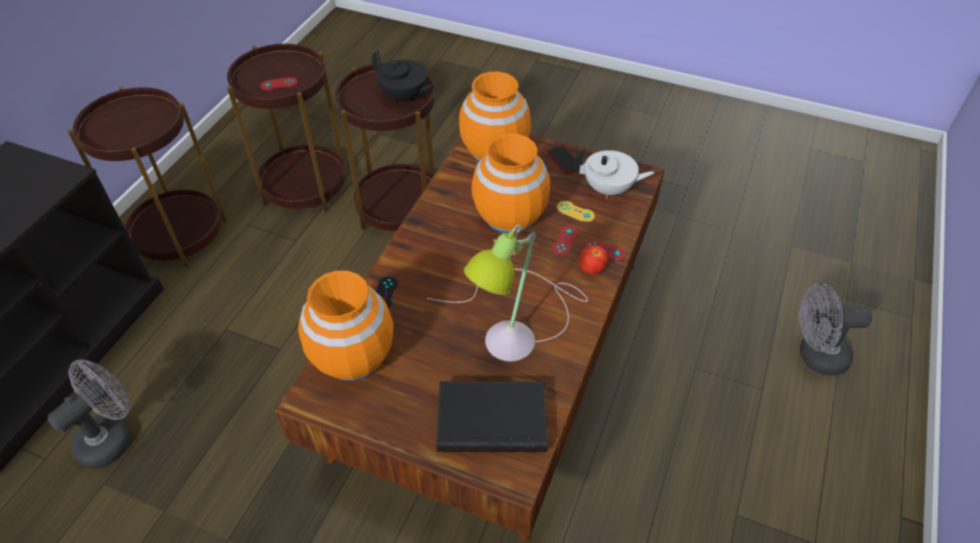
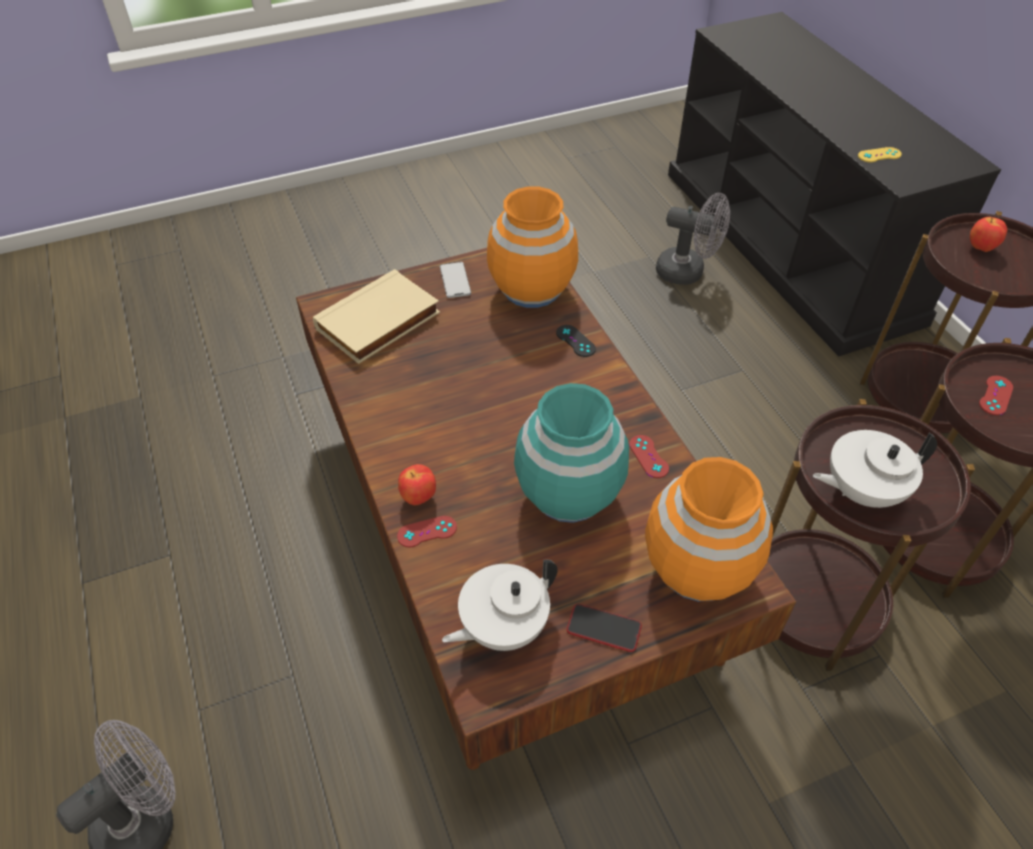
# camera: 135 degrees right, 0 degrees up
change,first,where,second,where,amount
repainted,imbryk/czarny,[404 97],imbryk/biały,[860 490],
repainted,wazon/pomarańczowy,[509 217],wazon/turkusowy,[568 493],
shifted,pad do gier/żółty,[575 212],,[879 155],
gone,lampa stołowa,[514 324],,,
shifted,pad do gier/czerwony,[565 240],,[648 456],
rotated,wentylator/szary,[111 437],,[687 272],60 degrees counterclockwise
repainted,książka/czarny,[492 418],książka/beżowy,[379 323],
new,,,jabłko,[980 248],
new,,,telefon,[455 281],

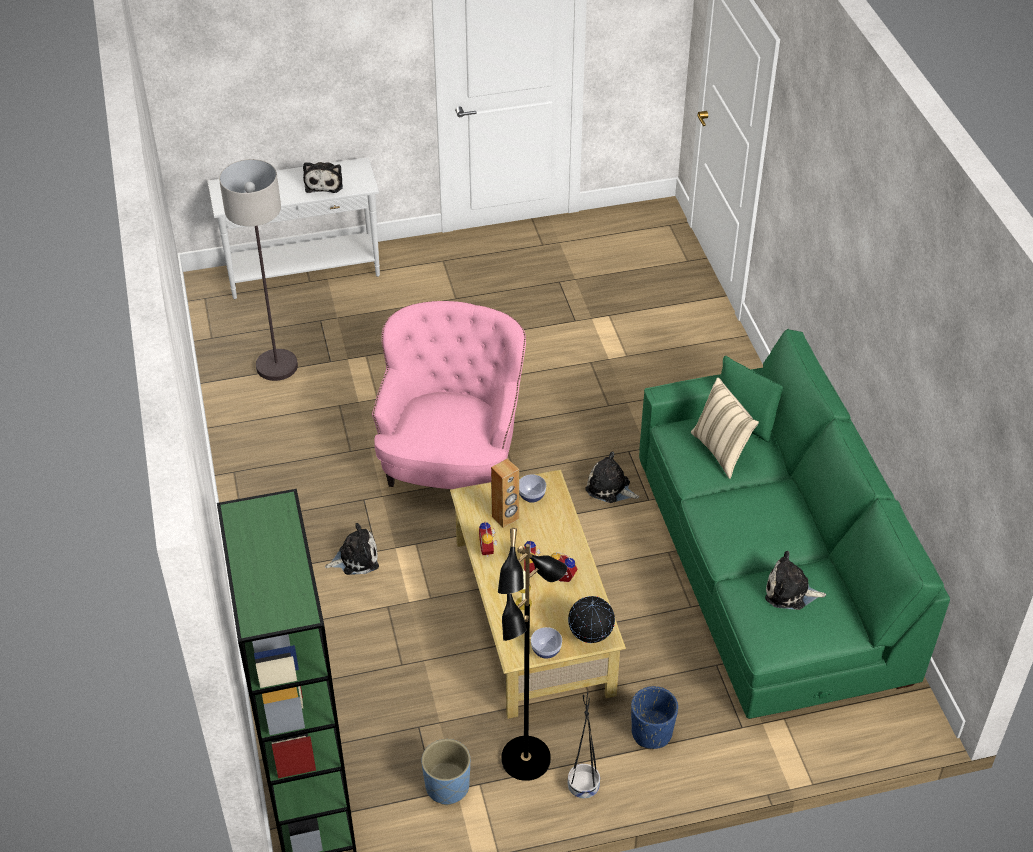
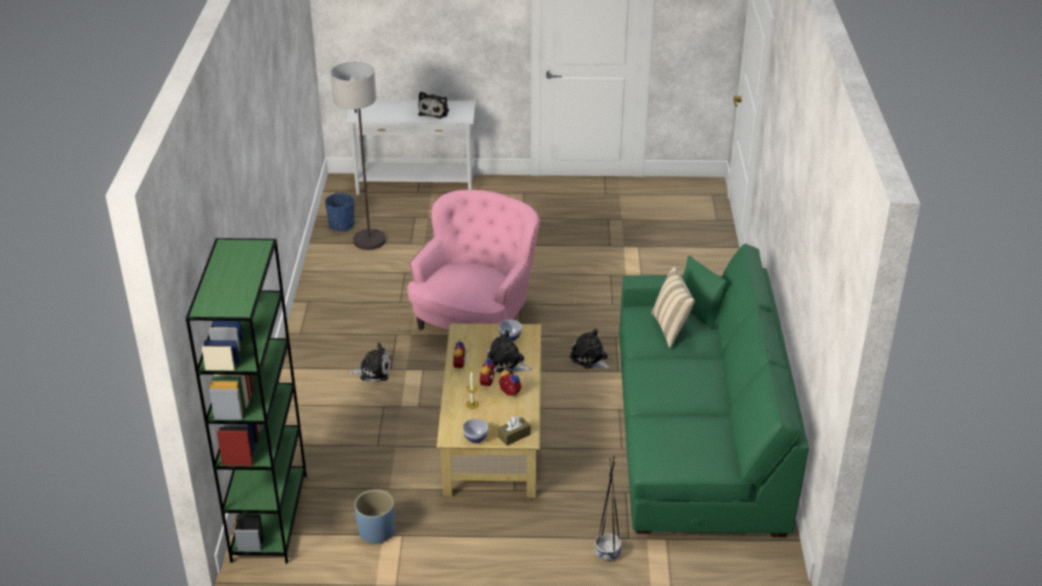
# camera: 15 degrees right, 10 degrees down
change,first,where,second,where,amount
gone,głośnik/brązowy,[505 518],,,
gone,lampa stojąca/czarny,[527 760],,,
shifted,pluszak,[790 592],,[507 363],
swapped,globus,[590 637],pudełko chusteczek/brązowy,[514 436],
shifted,donica/niebieski,[651 733],,[341 225],
shifted,donica/czarny,[583 785],,[607 552],

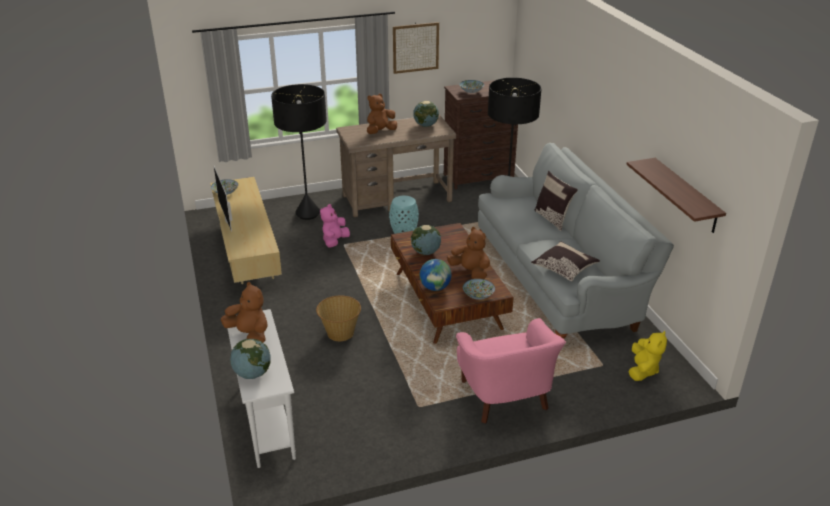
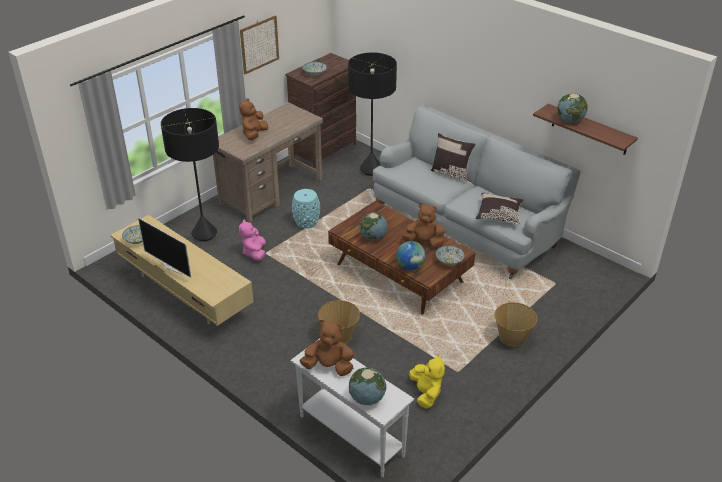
# camera: 30 degrees left, 5 degrees up
change,first,where,second,where,amount
shifted,globus,[426 125],,[570 120],
swapped,fotel/różowy,[505 398],koszyk,[512 338],
shifted,pluszak/żółty,[643 370],,[426 393],

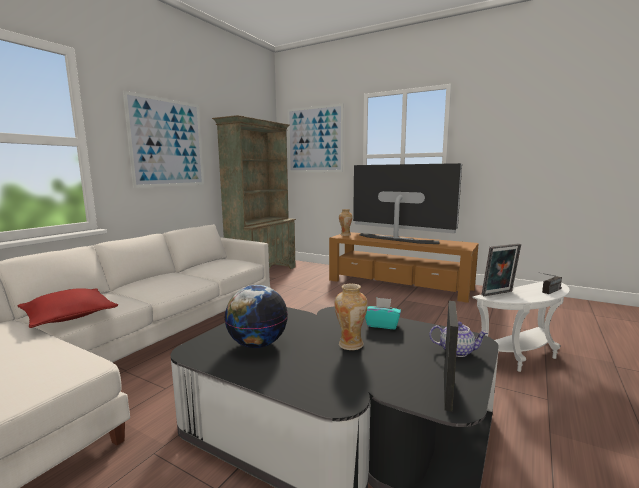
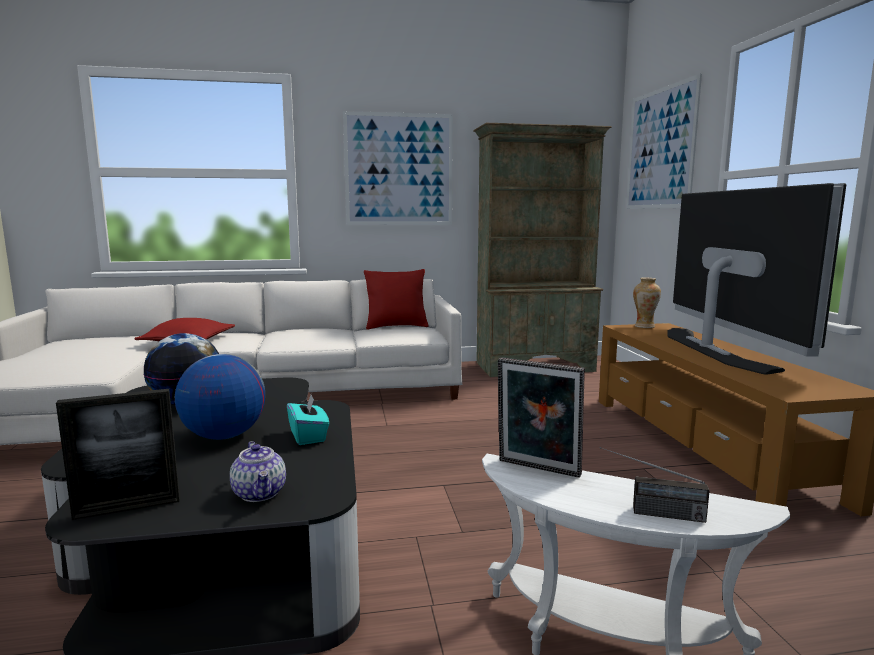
# camera: 50 degrees right, 0 degrees up
change,first,where,second,where,amount
swapped,wazon,[350 345],globus,[223 436],
new,,,poduszka/czerwony,[396 326],

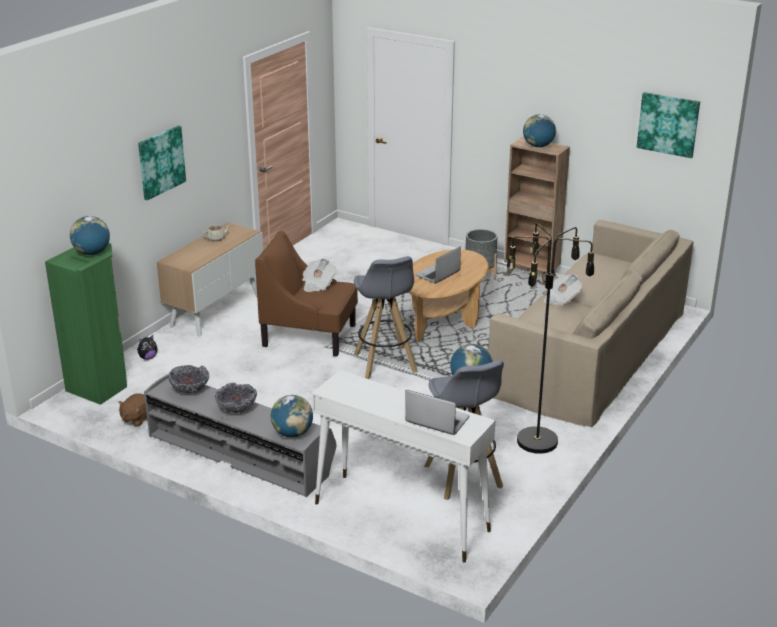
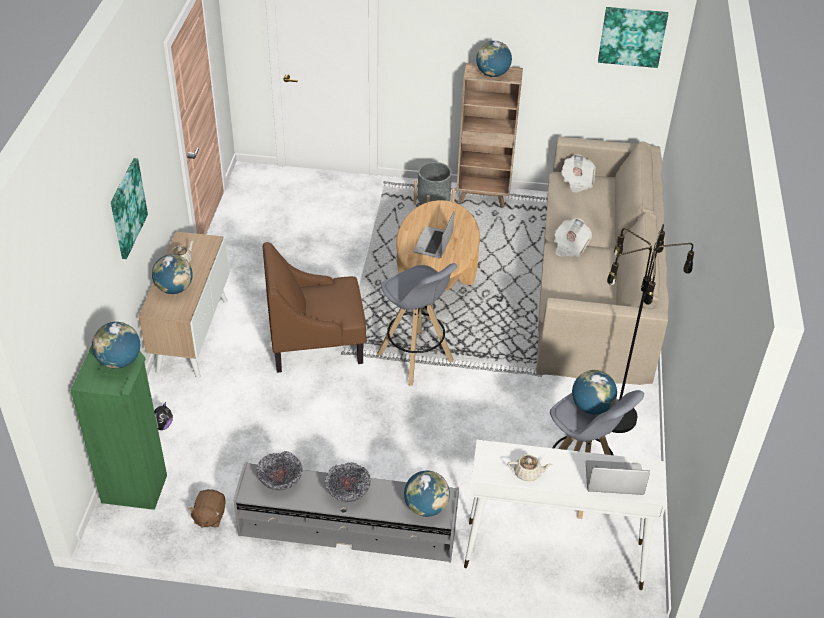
# camera: 25 degrees left, 15 degrees up
change,first,where,second,where,amount
shifted,gazeta,[318 285],,[577 181],
new,,,globus,[174 288],
new,,,imbryk/beżowy,[528 473],

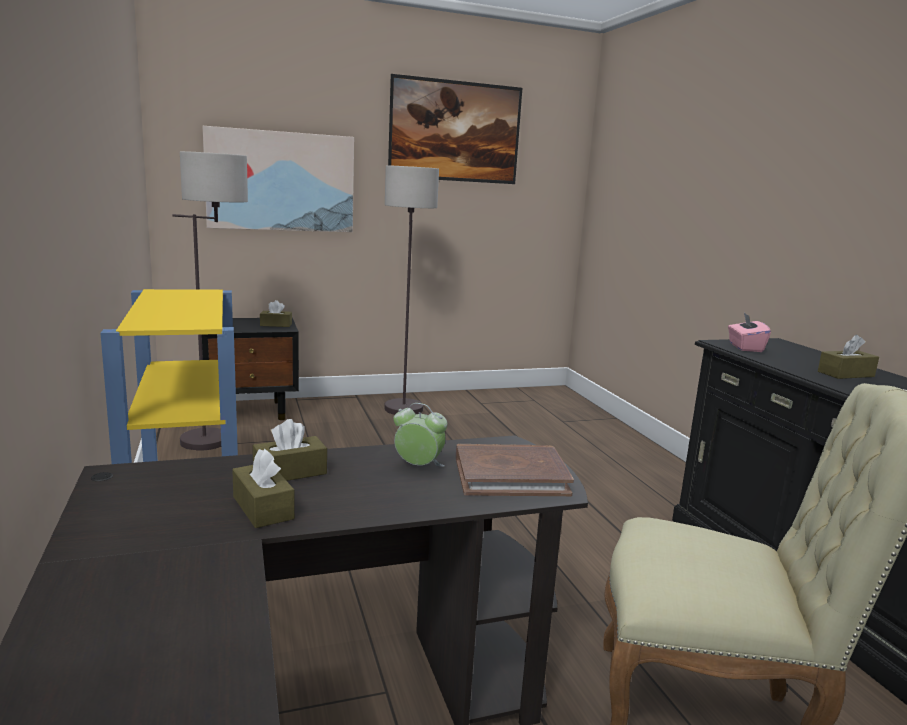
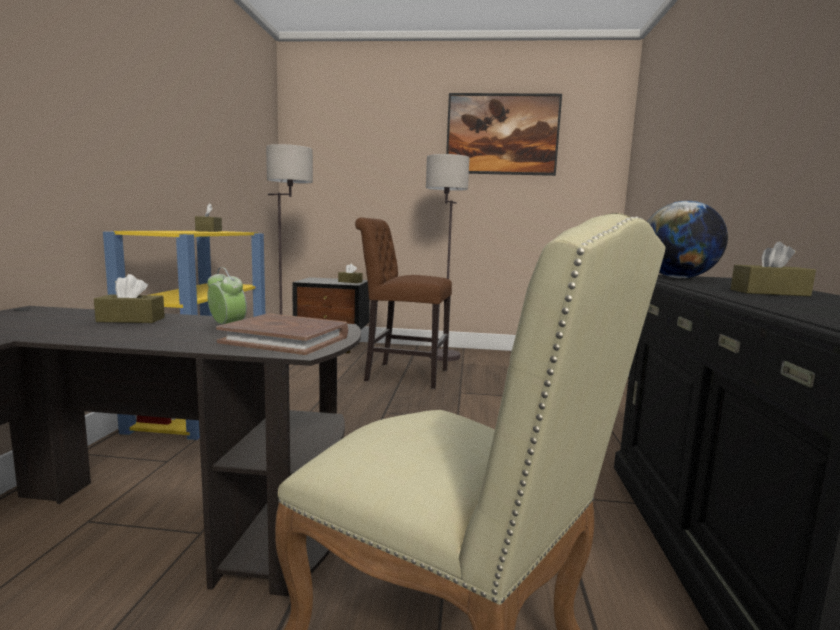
# camera: 25 degrees right, 5 degrees down
change,first,where,second,where,amount
gone,obraz,[281 181],,,
swapped,pudełko chusteczek/różowy,[745 347],globus,[678 278],
shifted,pudełko chusteczek/brązowy,[263 507],,[209 231],
new,,,stołek/brązowy,[402 375],

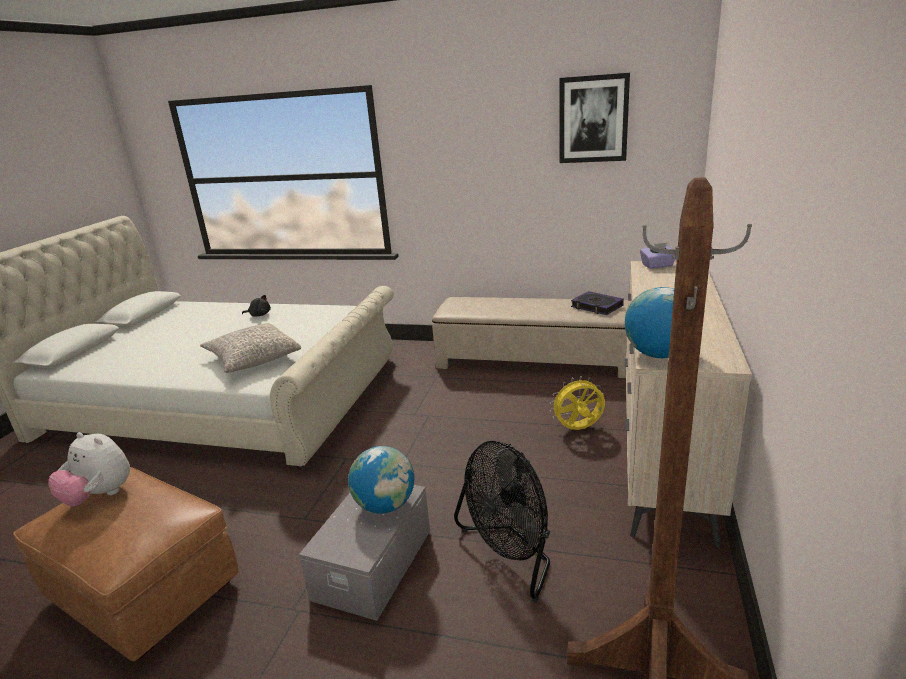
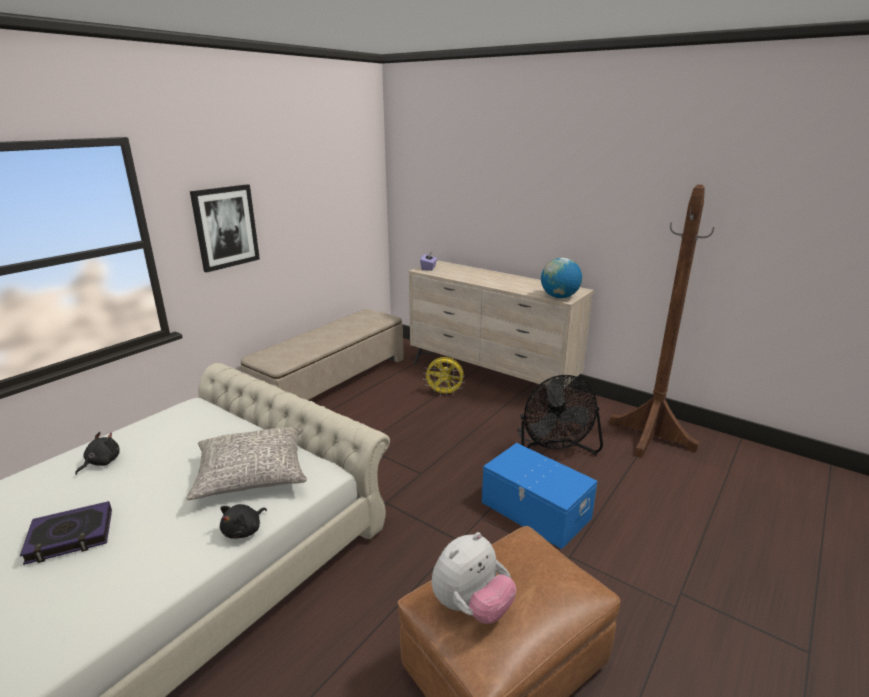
# camera: 70 degrees left, 0 degrees up
change,first,where,second,where,amount
shifted,obraz,[593 119],,[225 227],
shifted,książka,[596 306],,[70 537],
rotated,wentylator/żółty,[578 429],,[444 393],90 degrees counterclockwise
gone,globus,[385 505],,,
repainted,pojemnik do przechowywania/szary,[372 563],pojemnik do przechowywania/niebieski,[535 511],
new,,,pluszak/czarny,[244 530],

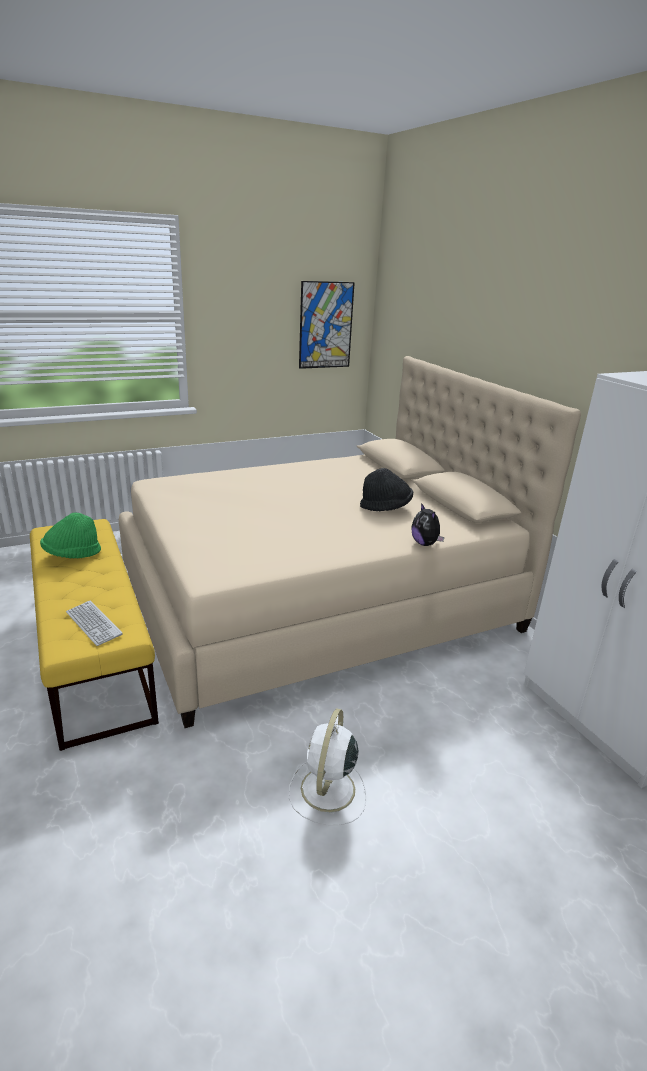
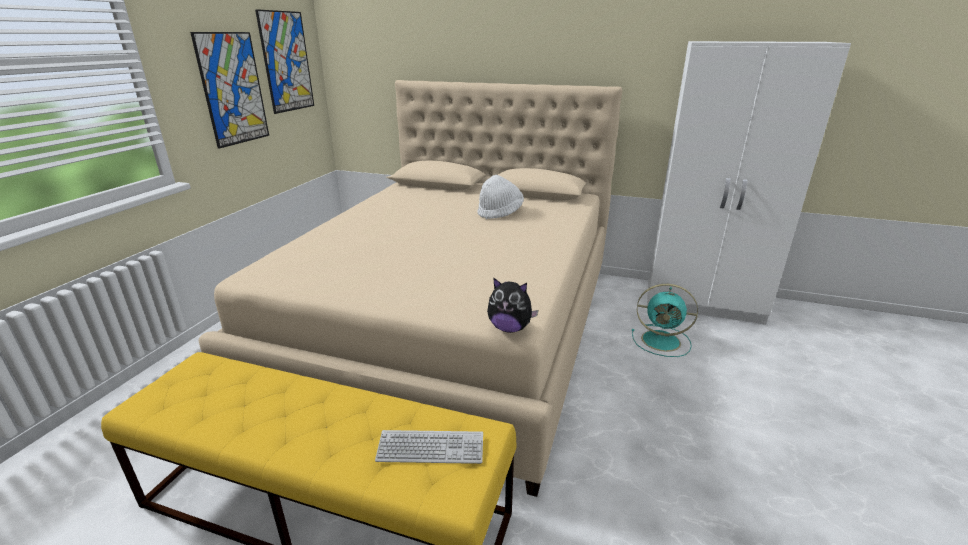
# camera: 45 degrees left, 0 degrees up
change,first,where,second,where,amount
repainted,kapelusz/czarny,[385 507],kapelusz/biały,[500 212],
shifted,pluszak,[425 544],,[510 328],
gone,kapelusz/zielony,[72 555],,,
gone,wentylator/biały,[327 791],,,
new,,,obraz,[233 89],
new,,,wentylator/turkusowy,[662 341],

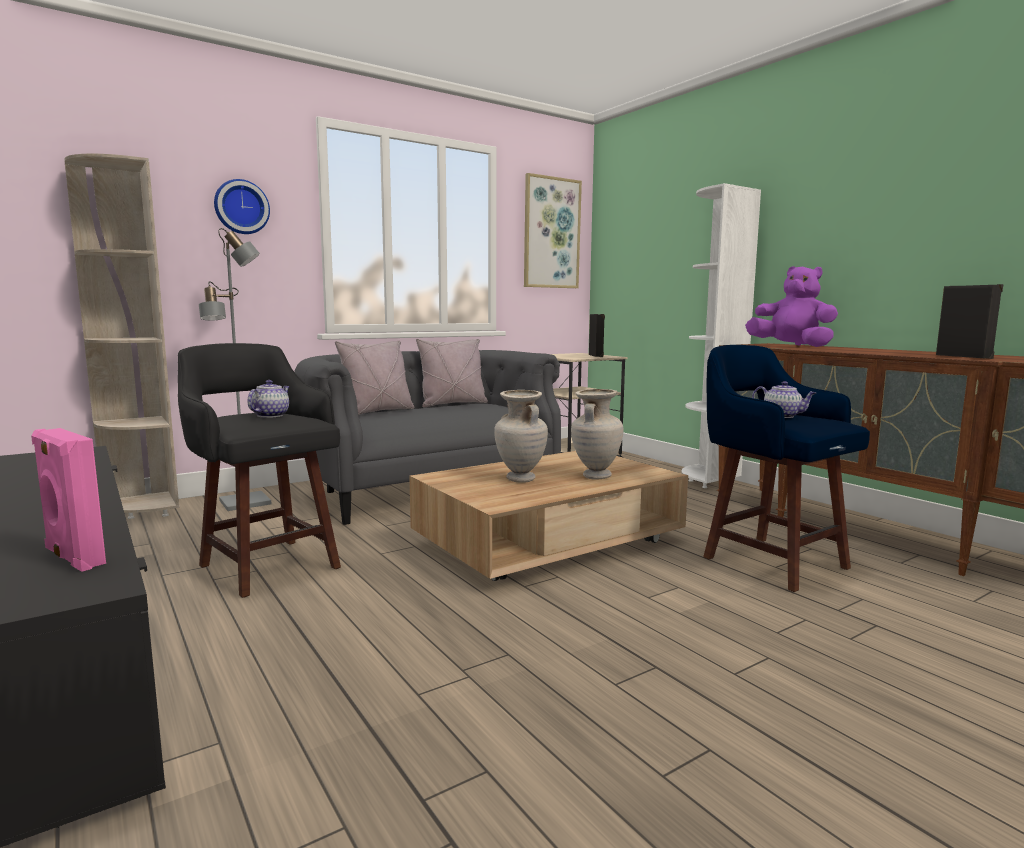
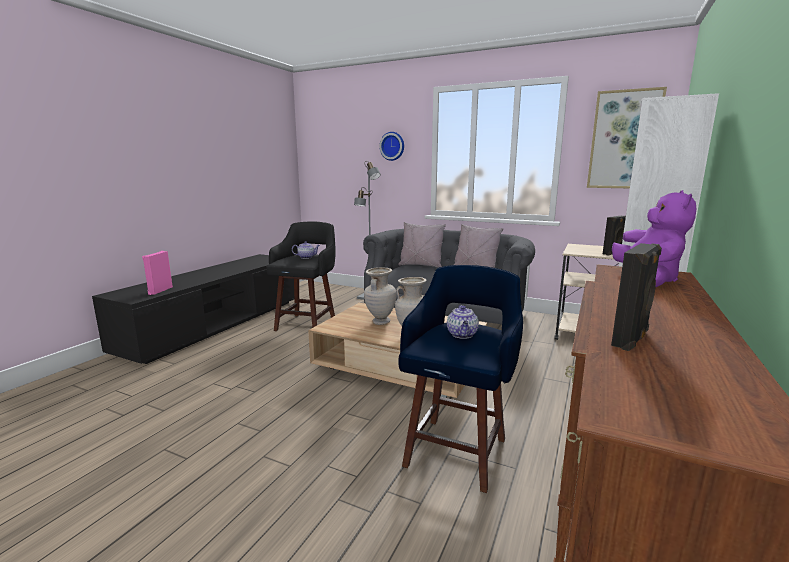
# camera: 60 degrees right, 5 degrees up
change,first,where,second,where,amount
gone,regał/beżowy,[143 512],,,

